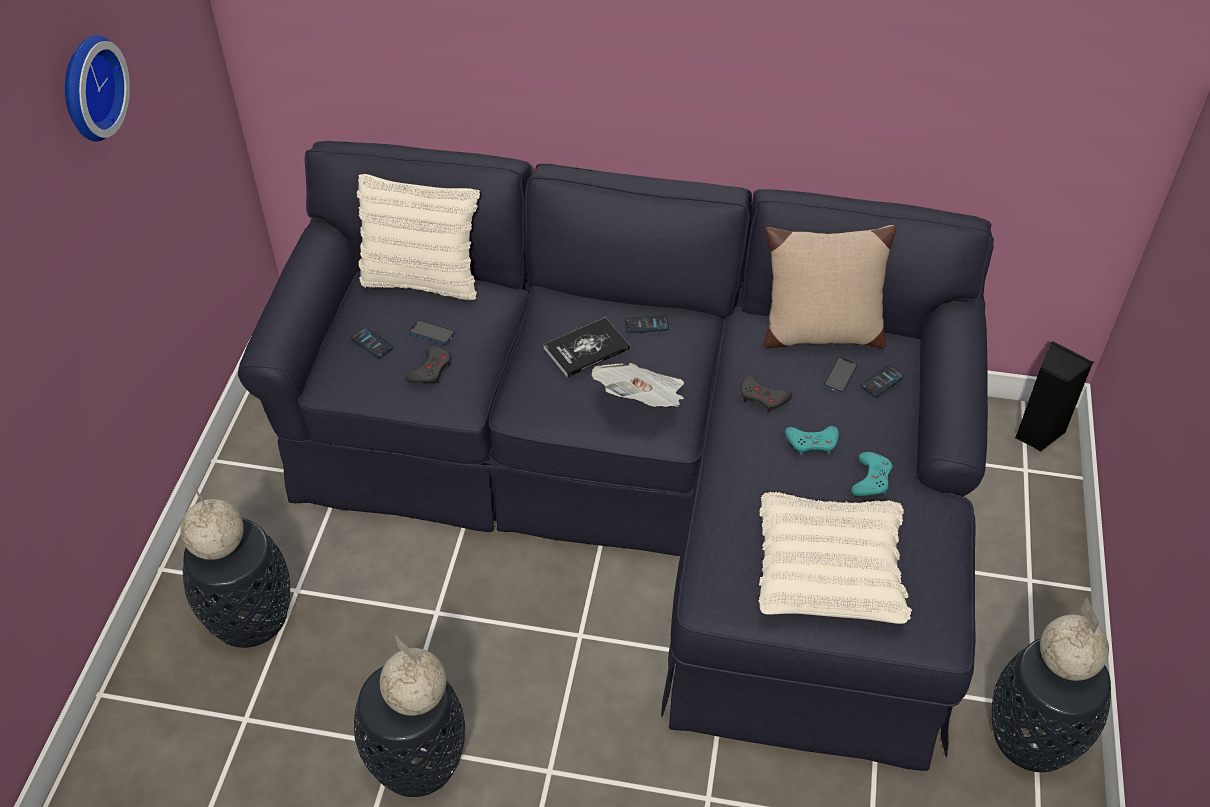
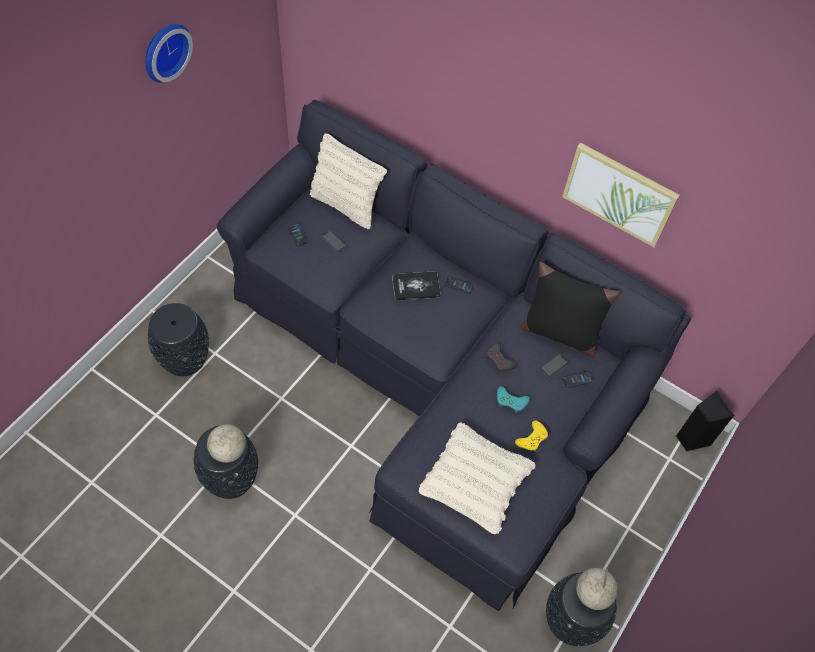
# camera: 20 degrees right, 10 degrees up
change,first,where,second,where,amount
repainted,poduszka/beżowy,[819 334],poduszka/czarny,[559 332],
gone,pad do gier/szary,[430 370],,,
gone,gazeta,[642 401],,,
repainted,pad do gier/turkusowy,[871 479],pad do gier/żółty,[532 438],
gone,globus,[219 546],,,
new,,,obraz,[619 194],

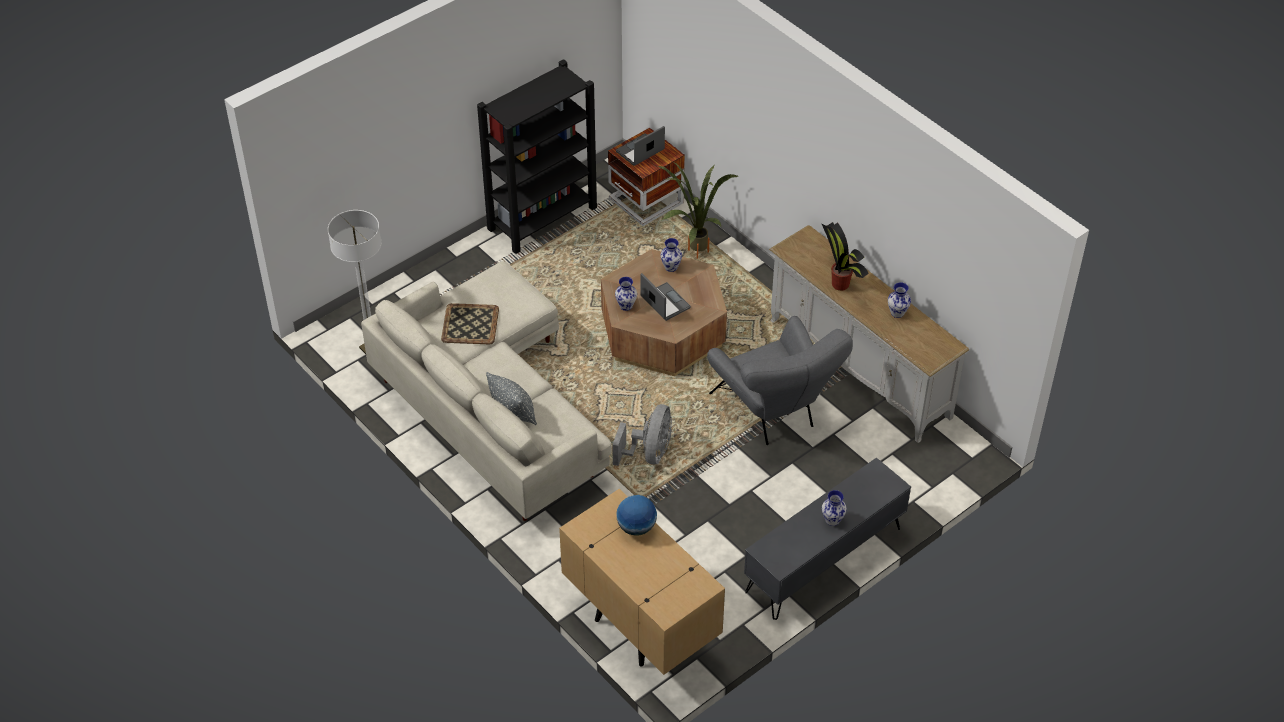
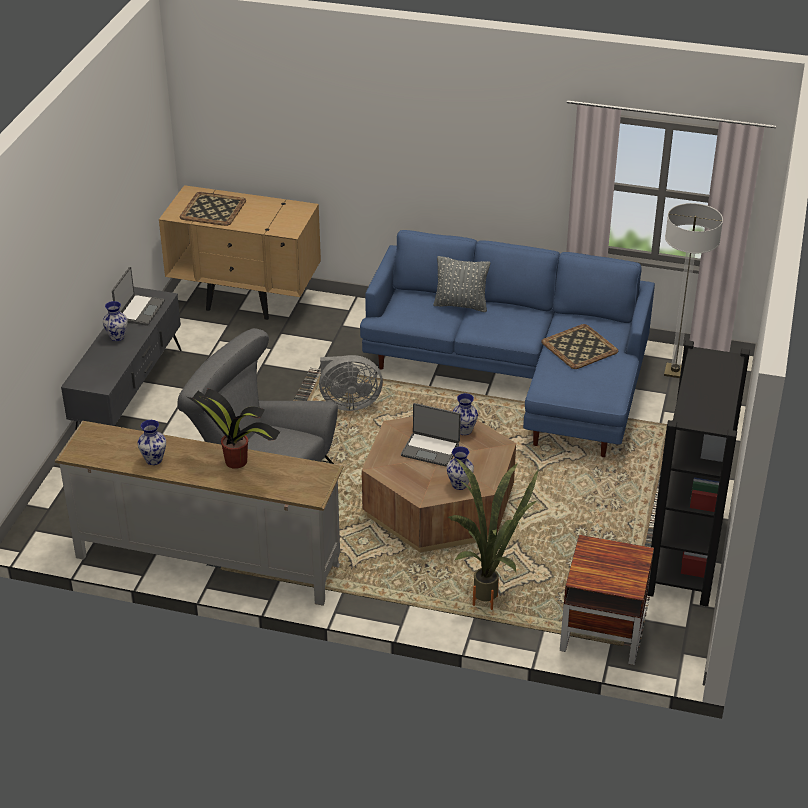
# camera: 145 degrees right, 10 degrees down
change,first,where,second,where,amount
shifted,laptop,[640 151],,[139 310],
repainted,kanapa/beżowy,[491 409],kanapa/niebieski,[518 375],
rotated,wentylator/szary,[649 453],,[348 403],75 degrees counterclockwise
gone,globus,[636 527],,,
new,,,taca,[213 209],

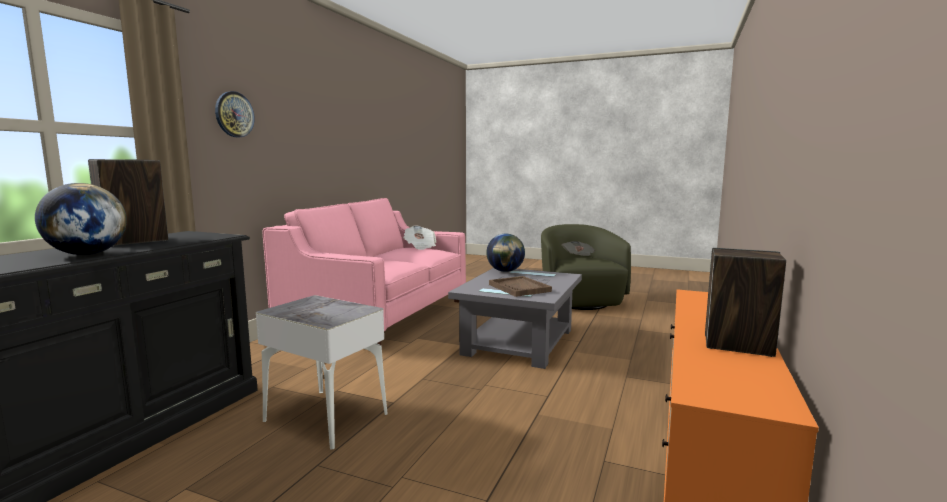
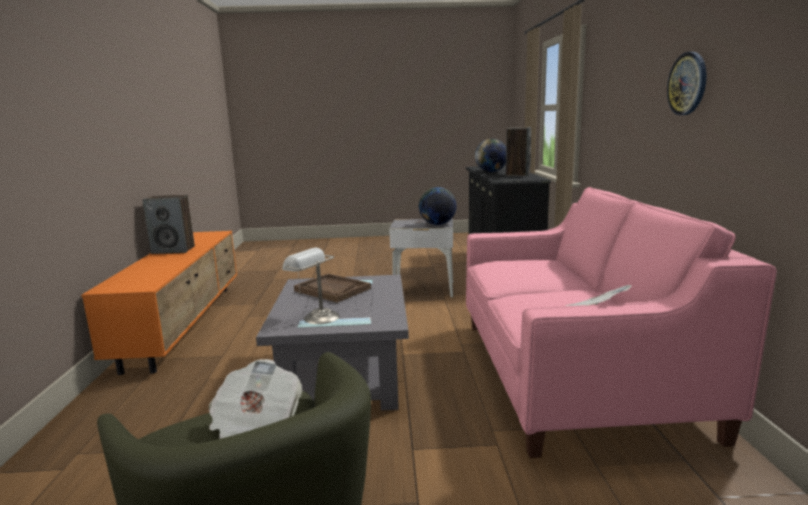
# camera: 155 degrees right, 5 degrees up
change,first,where,second,where,amount
shifted,zegar ścienny,[234 114],,[687 84],
shifted,globus,[505 271],,[437 224],
new,,,lampa stołowa/biały,[315 316],

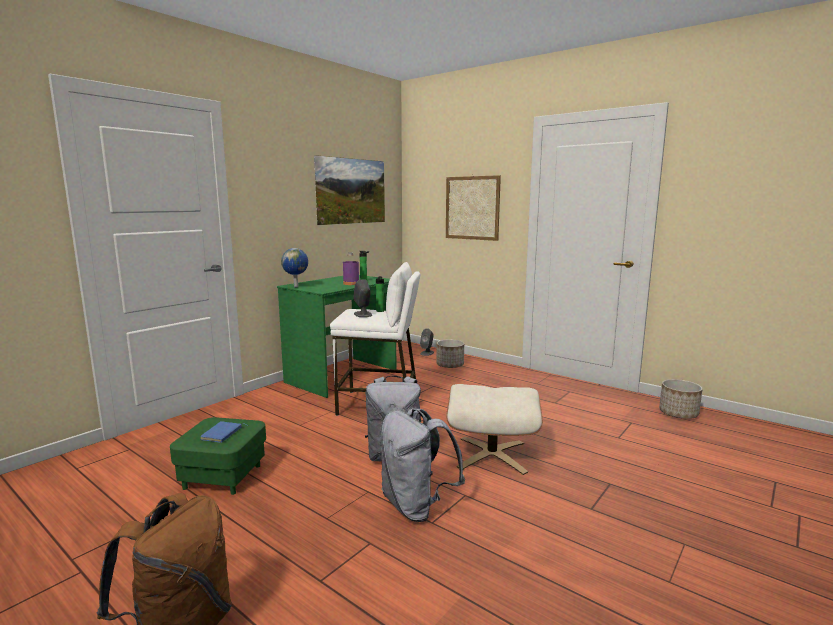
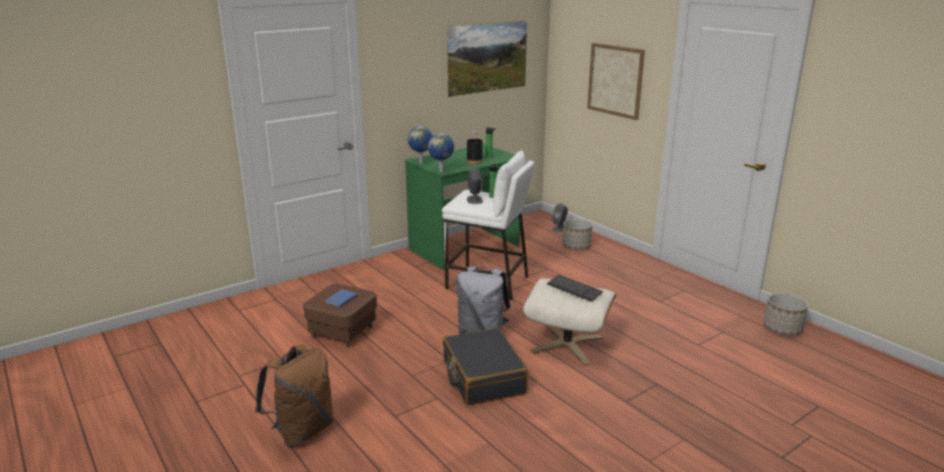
# camera: 15 degrees right, 10 degrees up
change,first,where,second,where,amount
repainted,butelka/fioletowy,[351 283],butelka/czarny,[474 161],
swapped,plecak/szary,[416 506],walizka/czarny,[483 377],
repainted,pufa/zielony,[223 476],pufa/brązowy,[343 332],
new,,,globus,[441 171],
new,,,klawiatura,[574 289],

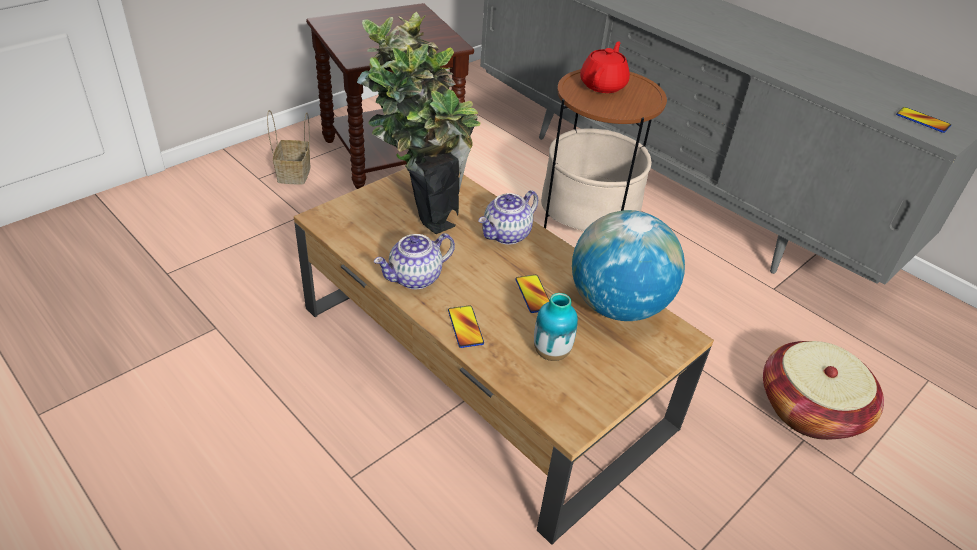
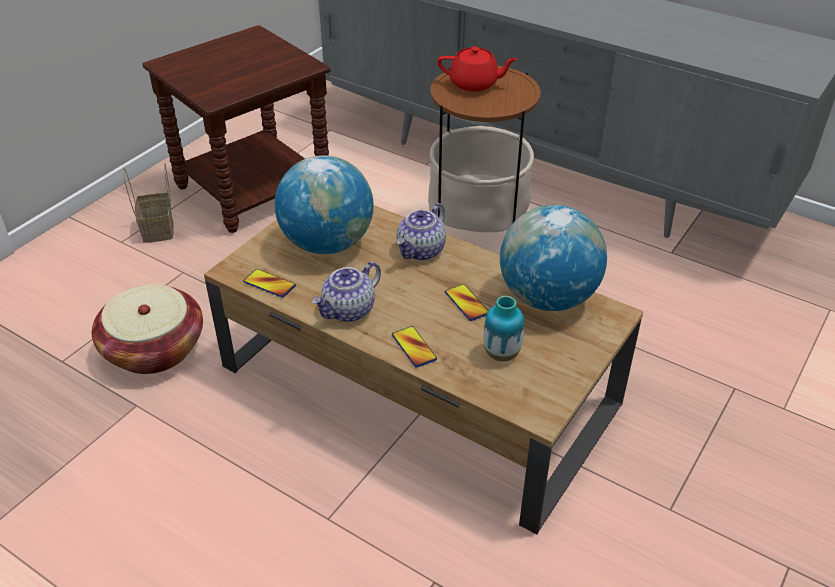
# camera: 10 degrees left, 0 degrees up
change,first,where,second,where,amount
swapped,roślina doniczkowa,[419 210],globus,[327 243],
rotated,imbryk/czerwony,[603 85],,[474 84],90 degrees clockwise
shifted,telefon,[922 121],,[269 284],
shifted,koszyk,[809 409],,[154 349],

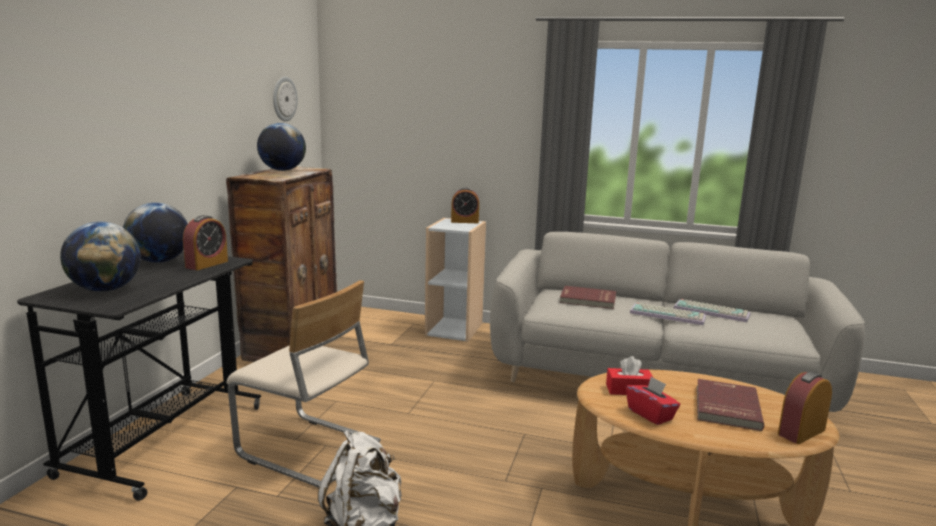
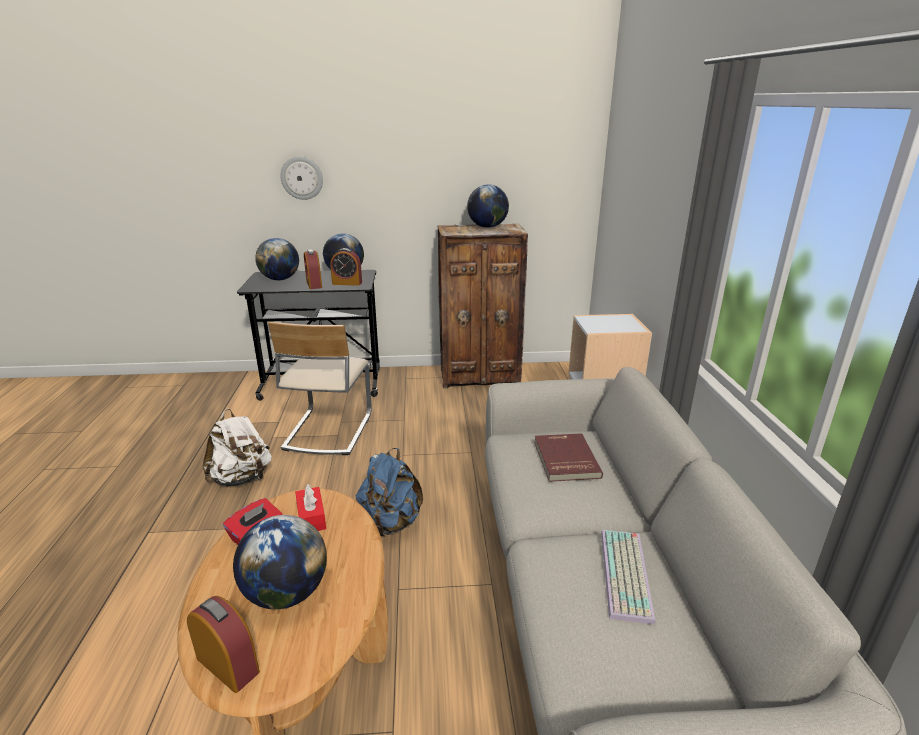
# camera: 70 degrees right, 10 degrees up
change,first,where,second,where,amount
shifted,zegar ścienny,[284 99],,[302 178],
shifted,budzik,[464 221],,[314 284],
gone,klawiatura,[668 315],,,
swapped,książka/czerwony,[725 407],globus,[286 593],
new,,,plecak/niebieski,[390 523],

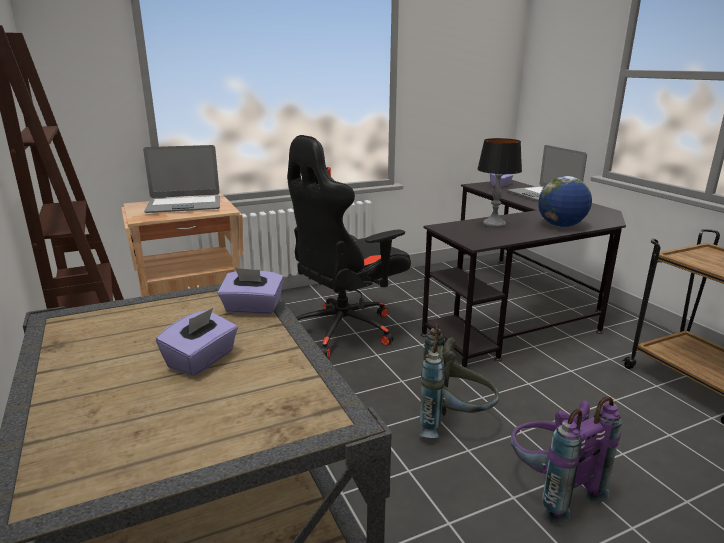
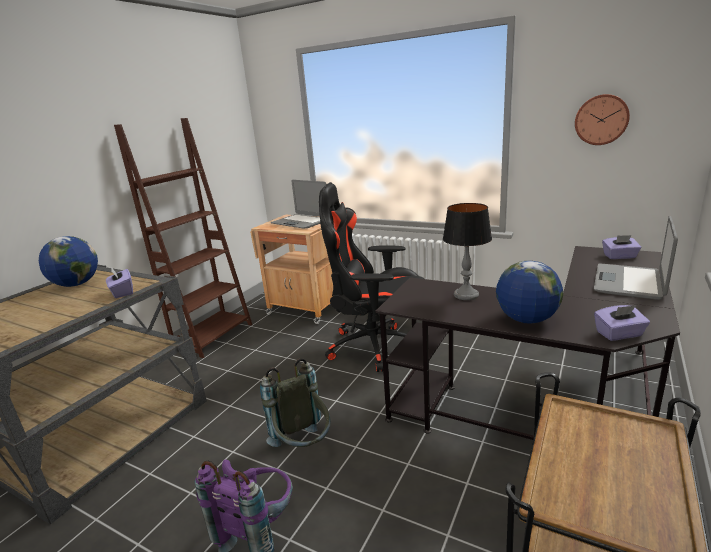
# camera: 55 degrees right, 0 degrees up
change,first,where,second,where,amount
shifted,pudełko chusteczek/fioletowy,[202 360],,[619 334],
new,,,zegar ścienny,[601 119],
new,,,globus,[76 284],

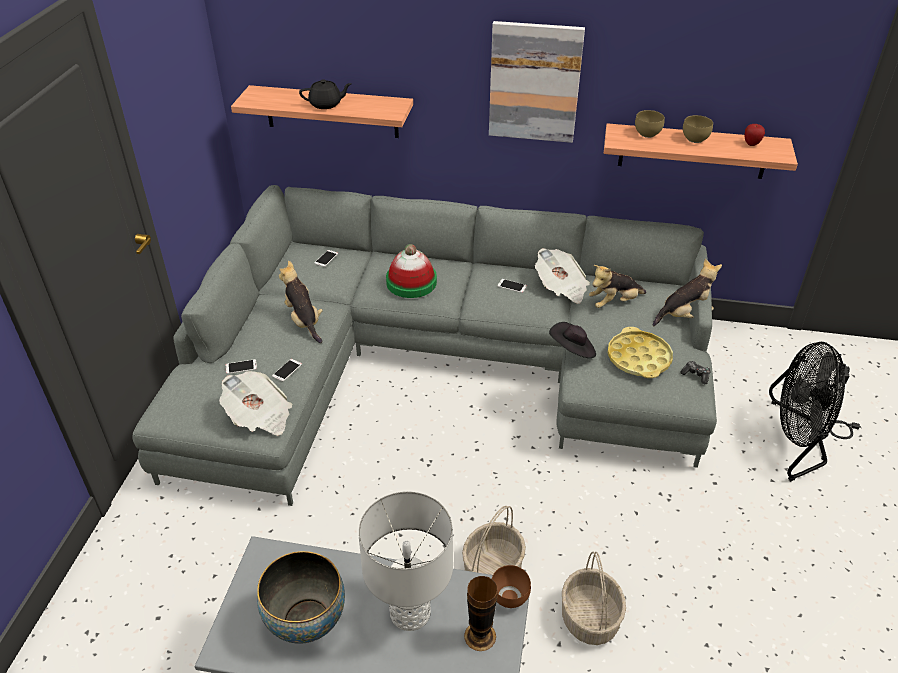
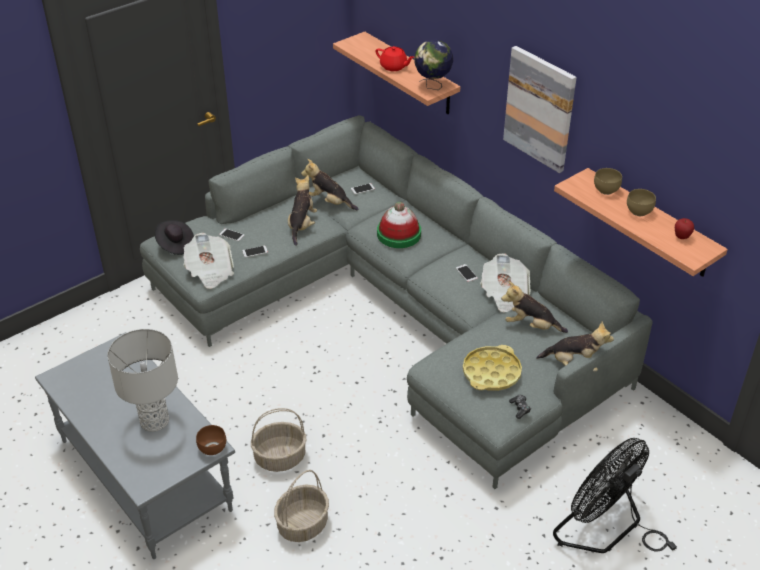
# camera: 40 degrees right, 0 degrees up
change,first,where,second,where,amount
repainted,imbryk/czarny,[326 104],imbryk/czerwony,[394 67],
shifted,kapelusz/czarny,[572 350],,[175 245],
gone,miska,[306 621],,,
gone,wazon,[480 636],,,
new,,,globus,[432 86],
new,,,pluszak,[329 202],

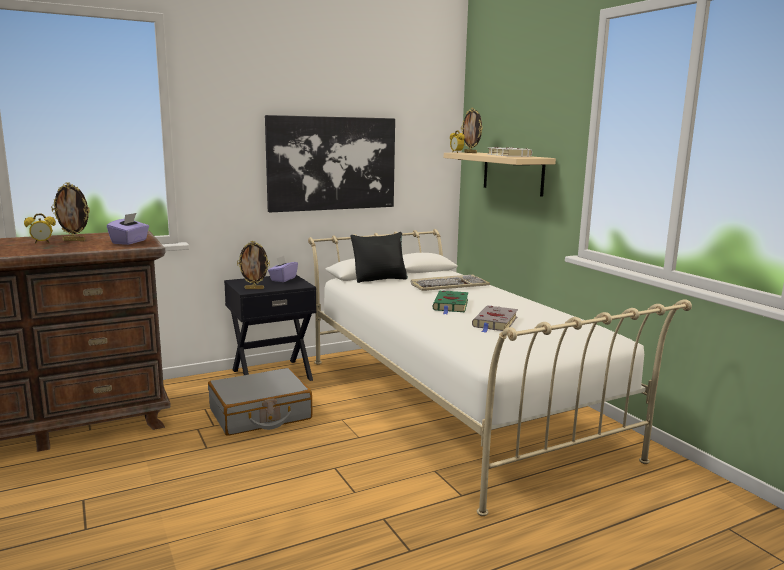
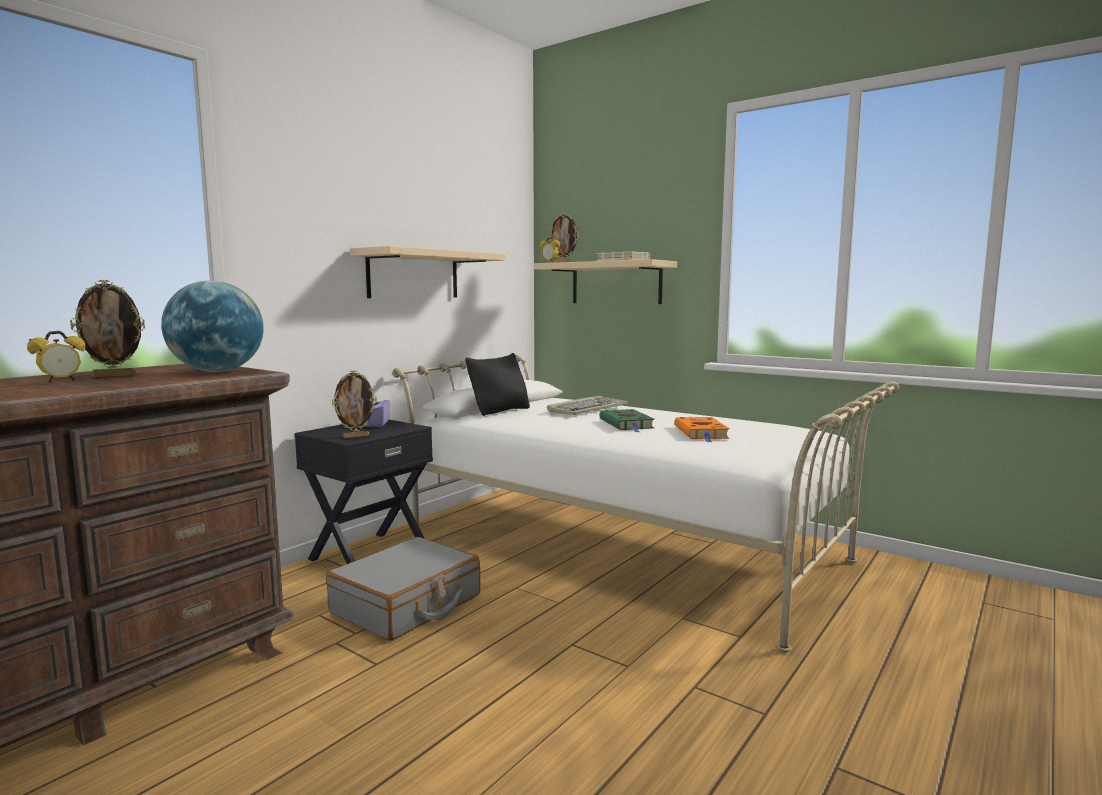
# camera: 25 degrees left, 5 degrees down
change,first,where,second,where,amount
swapped,obraz,[332 163],półka/beżowy,[413 275],
swapped,pudełko chusteczek/fioletowy,[130 242],globus,[217 371],
repainted,książka/szary,[495 323],książka/pomarańczowy,[701 433],

